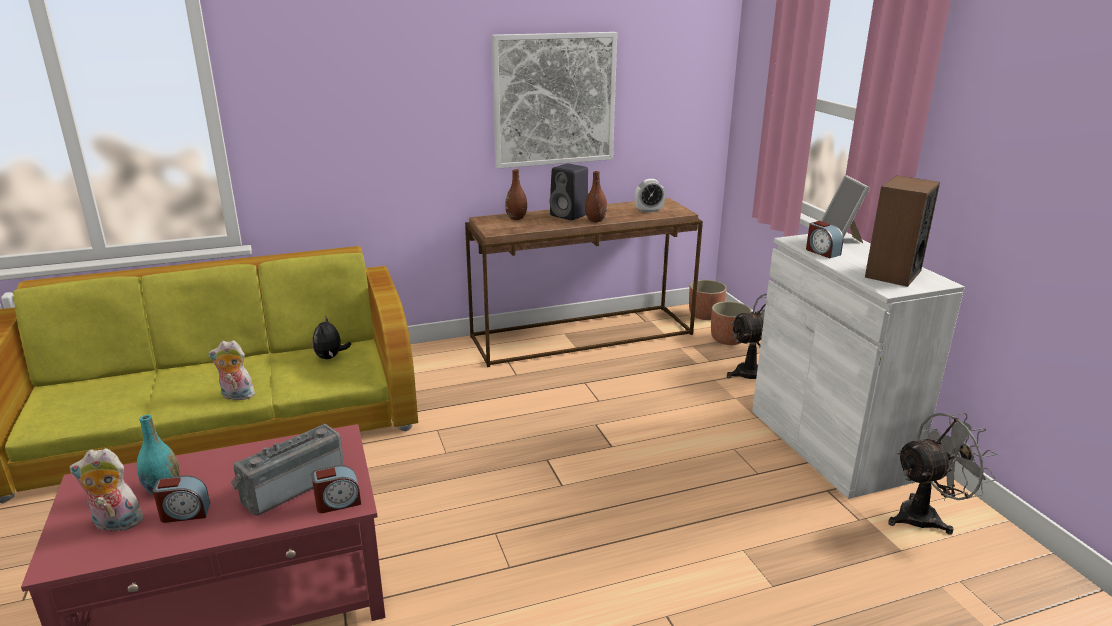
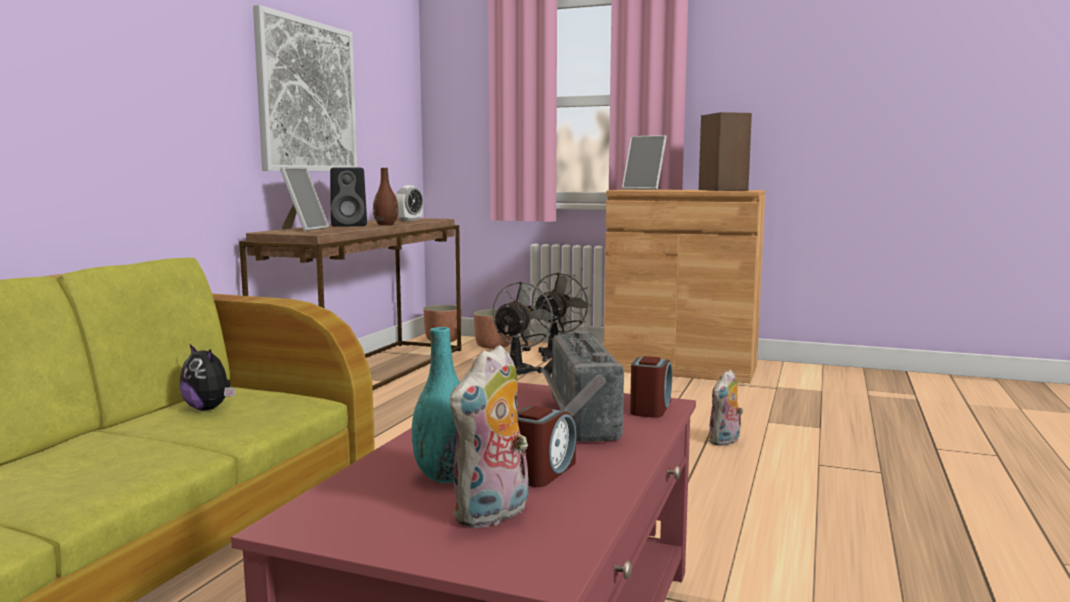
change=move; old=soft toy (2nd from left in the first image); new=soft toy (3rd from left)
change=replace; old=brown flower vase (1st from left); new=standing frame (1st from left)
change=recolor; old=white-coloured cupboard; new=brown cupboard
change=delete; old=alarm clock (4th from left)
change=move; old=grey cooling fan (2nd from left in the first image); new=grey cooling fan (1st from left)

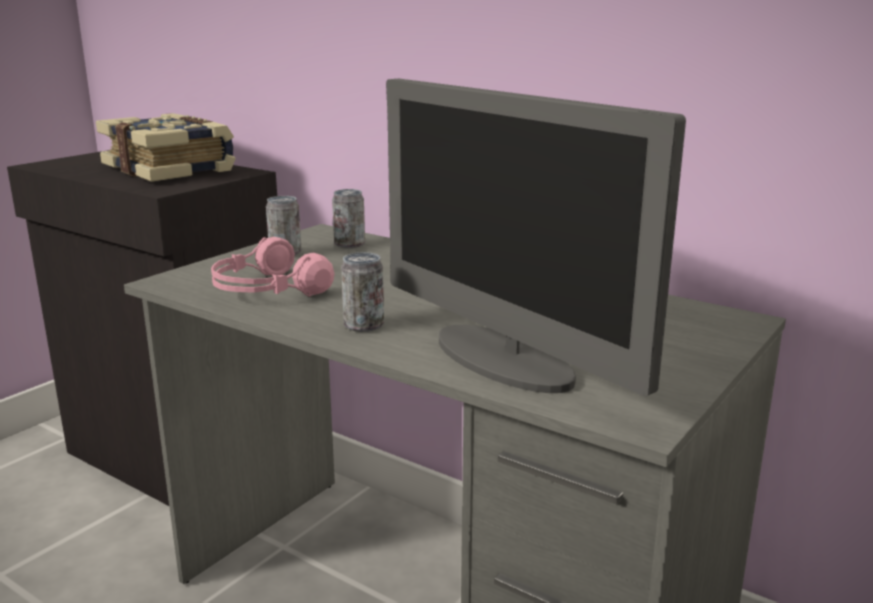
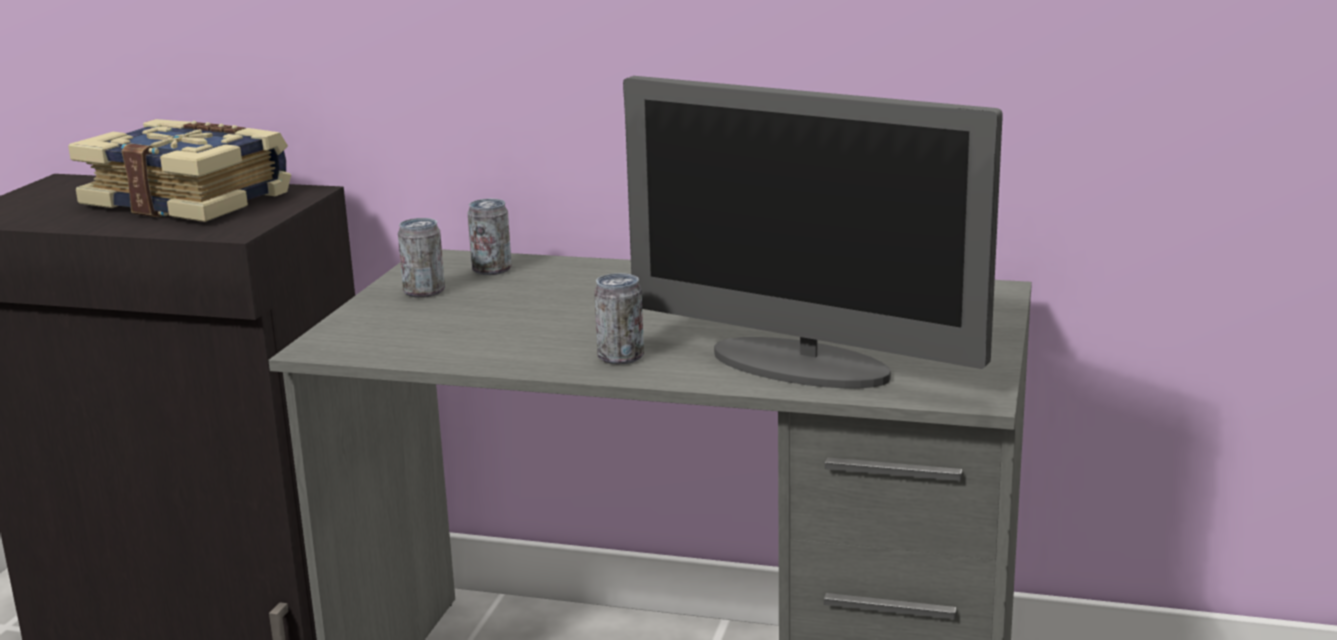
change=delete; old=pinkish headphones

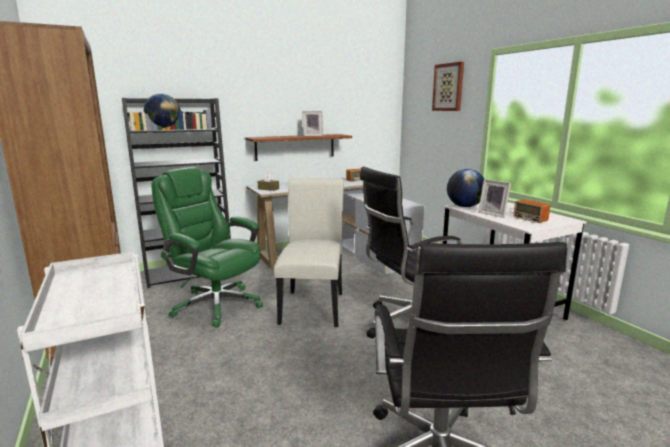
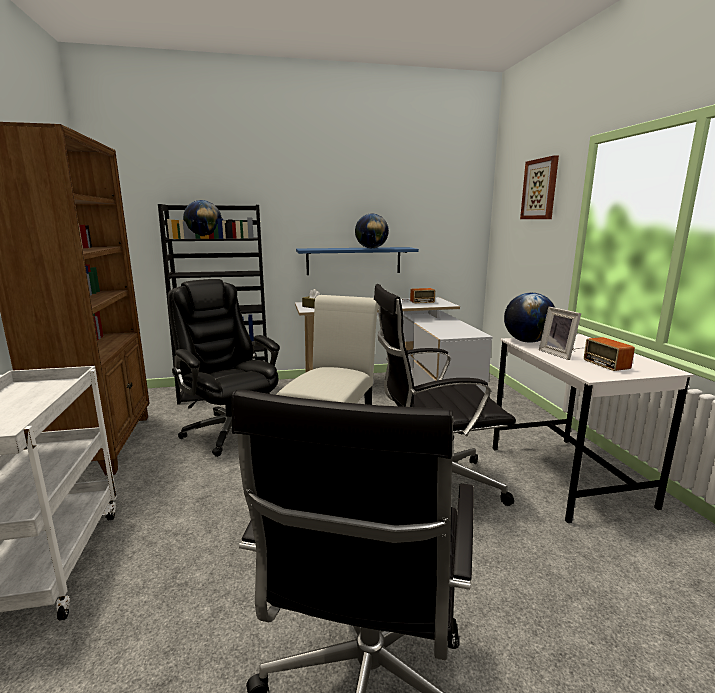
change=recolor; old=green-coloured desk chair; new=black-coloured desk chair (1st from left)
change=recolor; old=brown shelf; new=blue-coloured shelf
change=replace; old=standing frame (1st from left); new=desk globe (2nd from left)

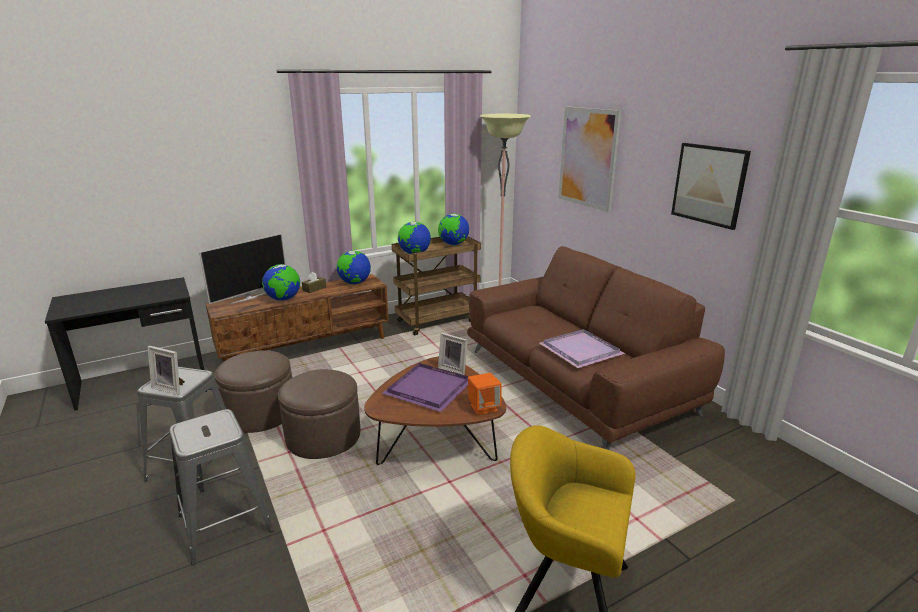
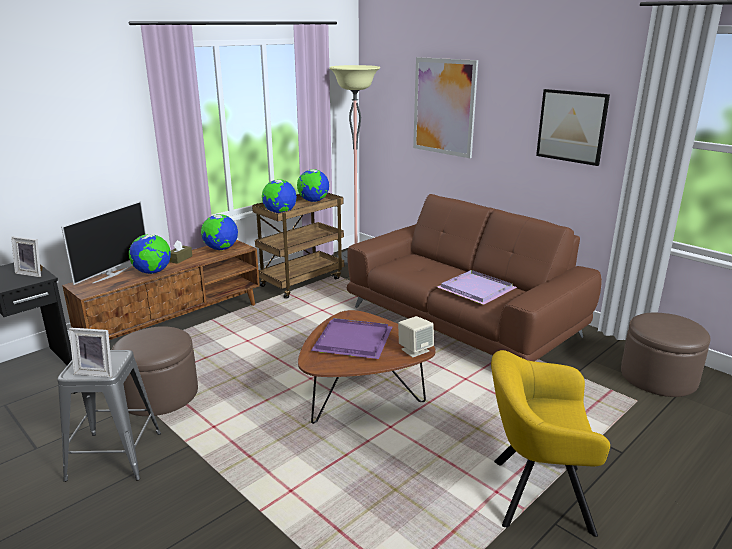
change=delete; old=grey sitting stool (2nd from left)
change=move; old=brown pouffe (2nd from left)
change=move; old=standing frame (2nd from left in the first image); new=standing frame (1st from left)
change=recolor; old=orange loudspeaker; new=sand-coloured loudspeaker

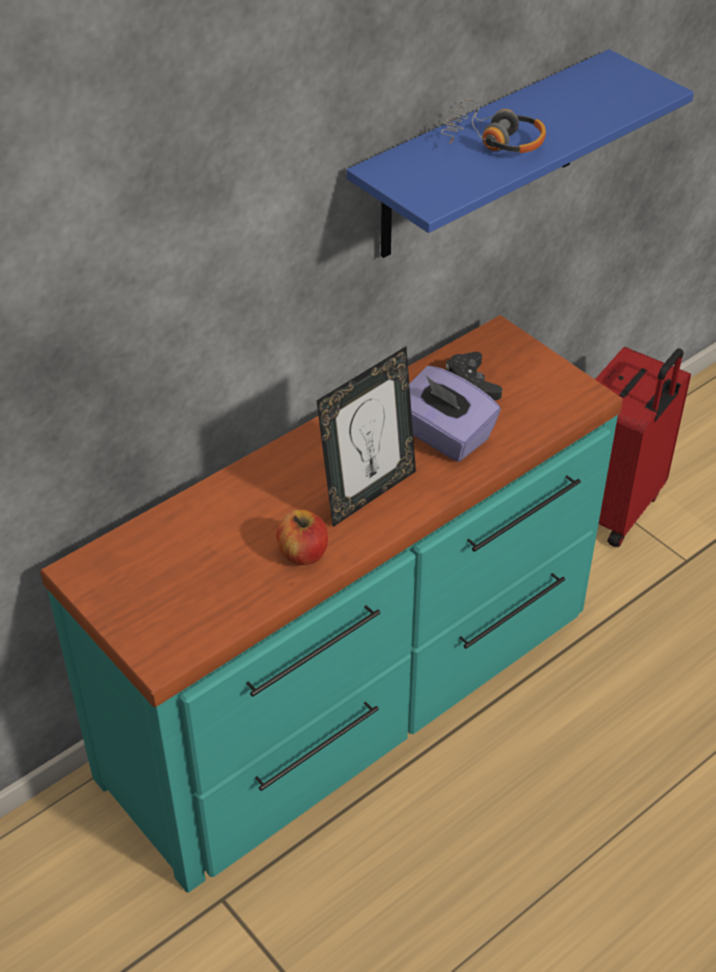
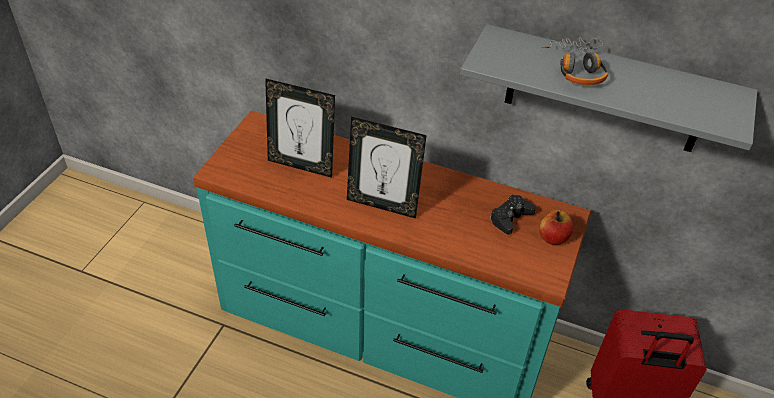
change=move; old=apple fruit
change=recolor; old=blue-coloured shelf; new=grey shelf
change=delete; old=purple tissue box
change=insert; new=standing frame (1st from left)

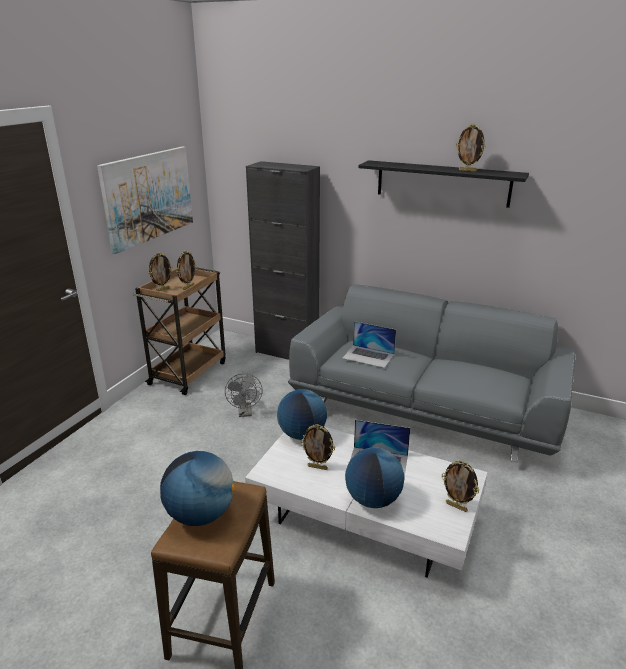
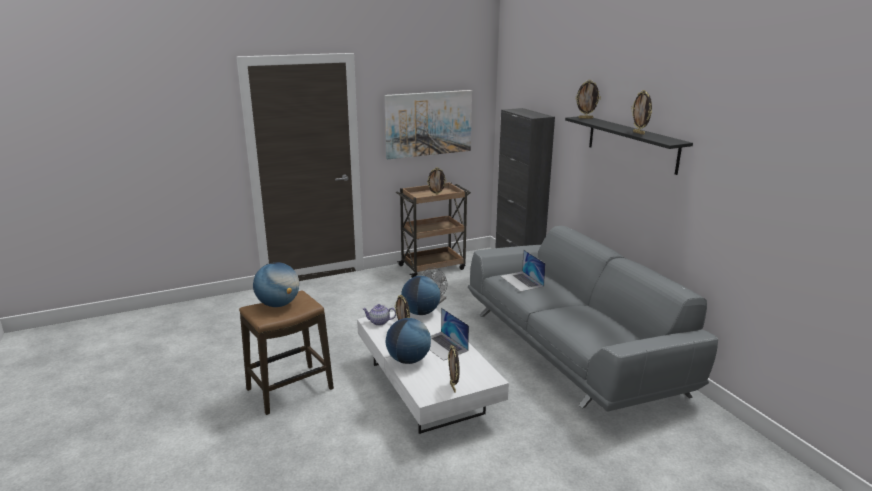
change=move; old=standing frame (1st from left in the first image); new=standing frame (4th from left)
change=insert; new=pot for tea

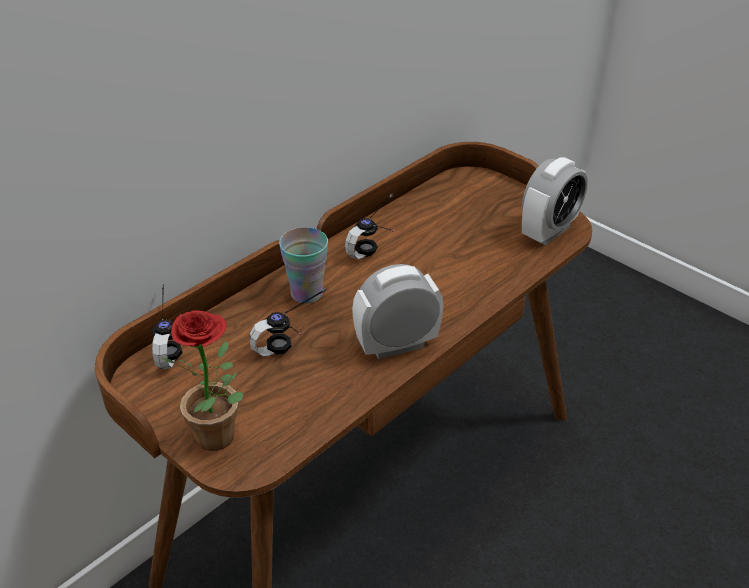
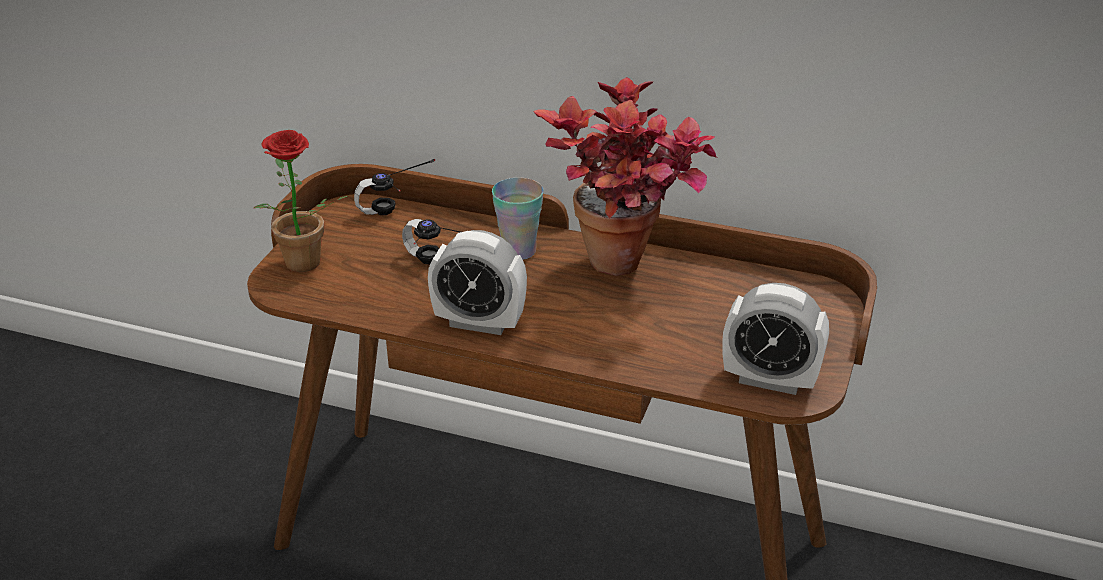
change=replace; old=headphones (3rd from left); new=plant in a pot (2nd from left)
change=rotate; old=alarm clock (1st from left); degrees=150

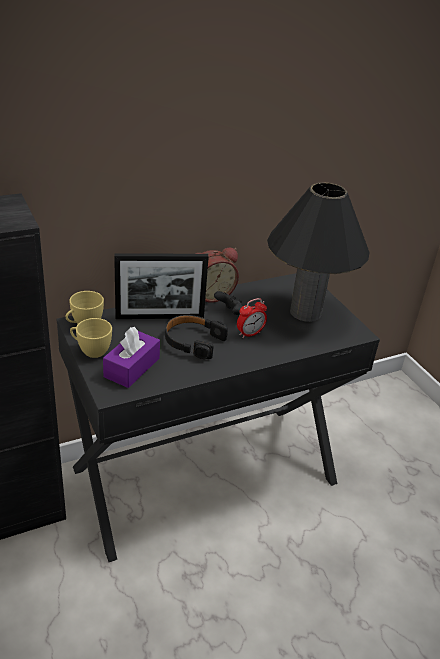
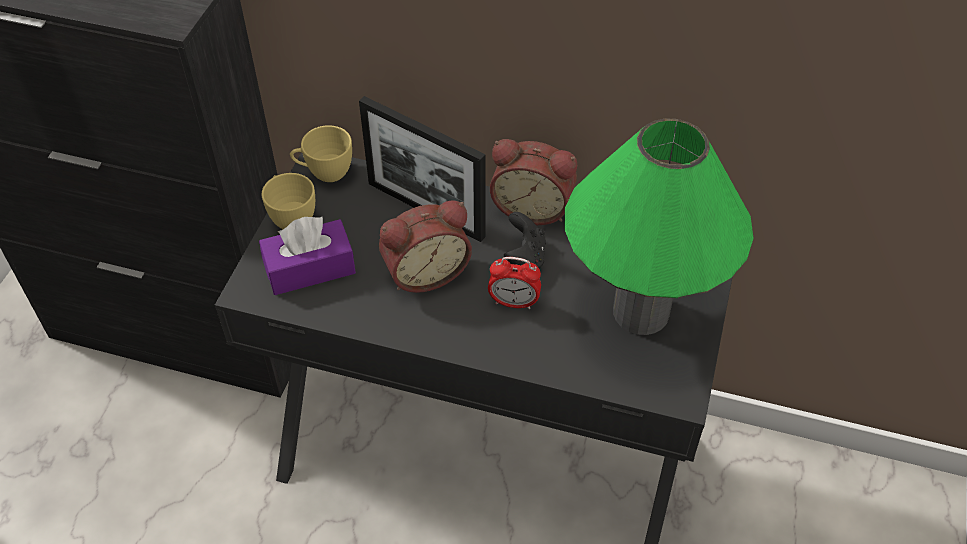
change=replace; old=black-coloured headphones; new=alarm clock (1st from left)
change=recolor; old=black-coloured tabletop lamp; new=green-coloured tabletop lamp

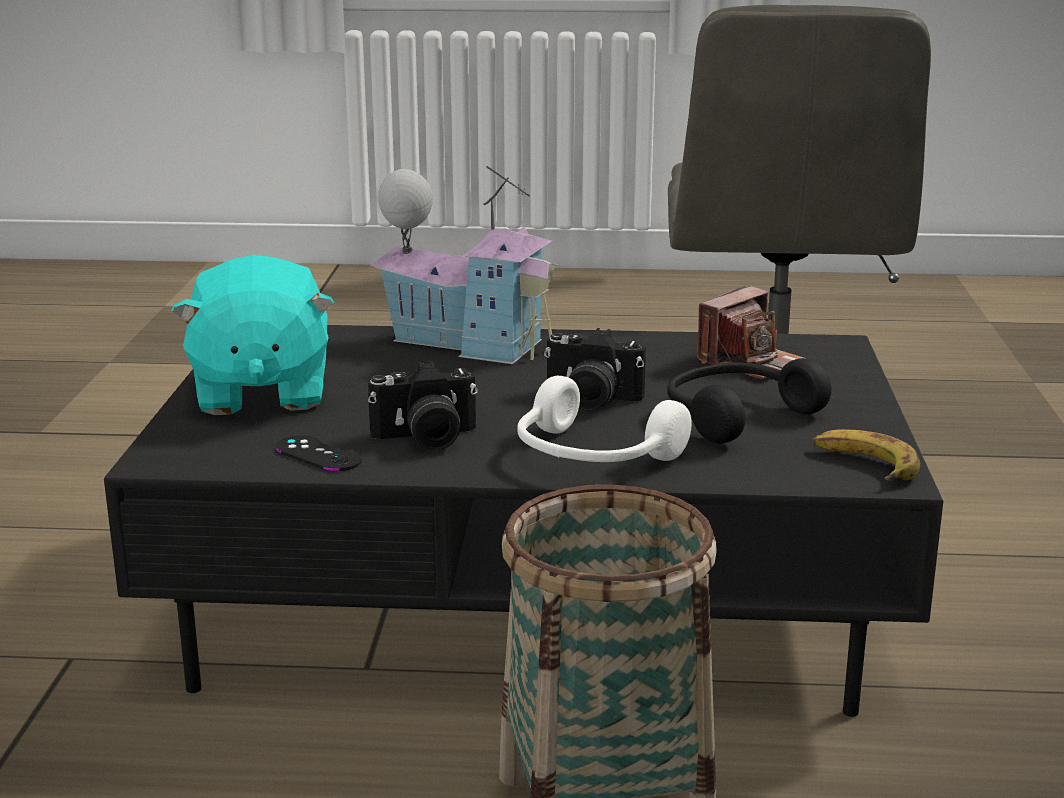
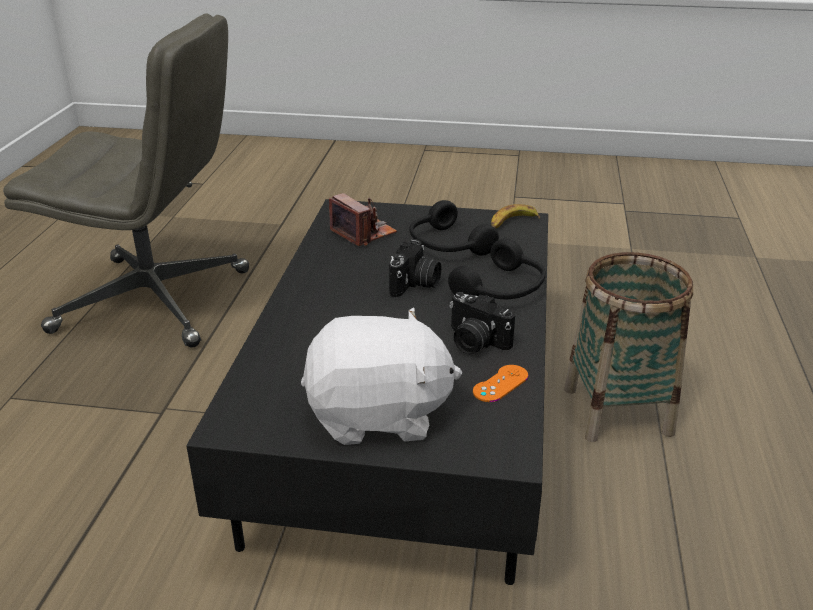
change=recolor; old=turquoise soft toy; new=white-coloured soft toy
change=recolor; old=black-coloured joypad; new=orange joypad
change=rotate; old=photo camera (1st from left in the first image); degrees=135
change=delete; old=miniature house
change=recolor; old=white-coloured headphones; new=black-coloured headphones (2nd from left)

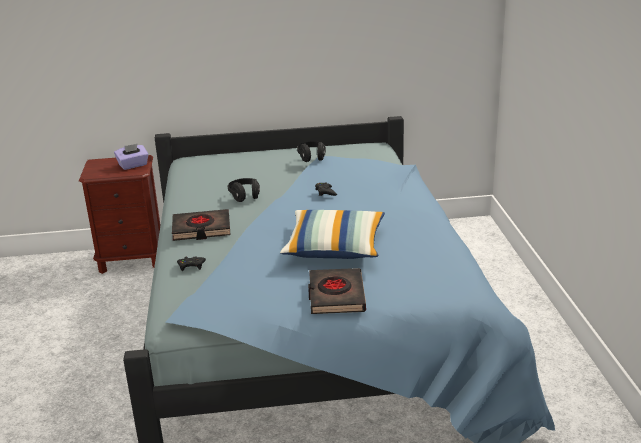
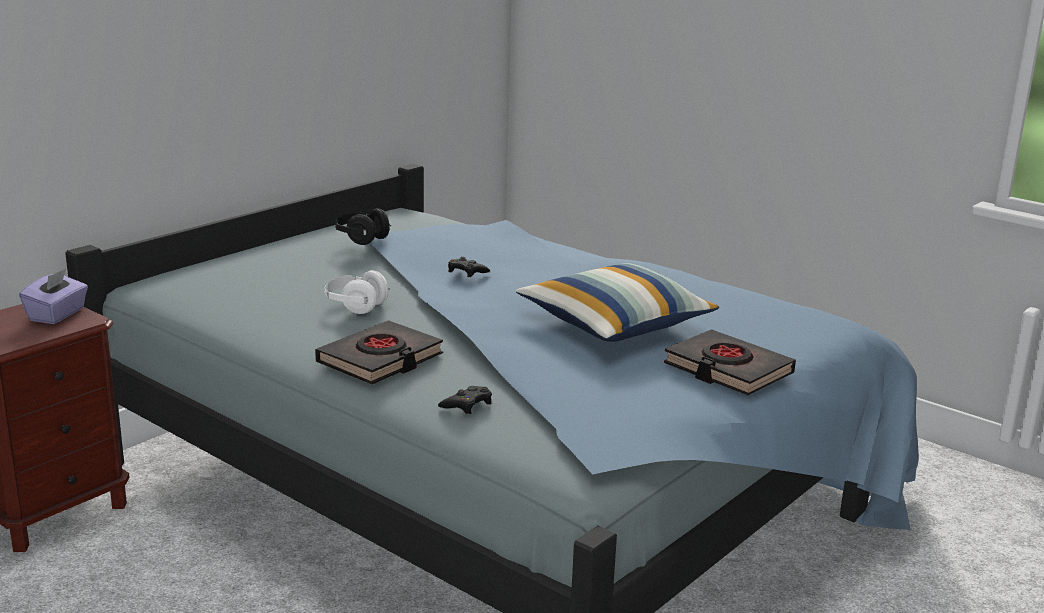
change=recolor; old=black-coloured headphones (1st from left); new=white-coloured headphones

